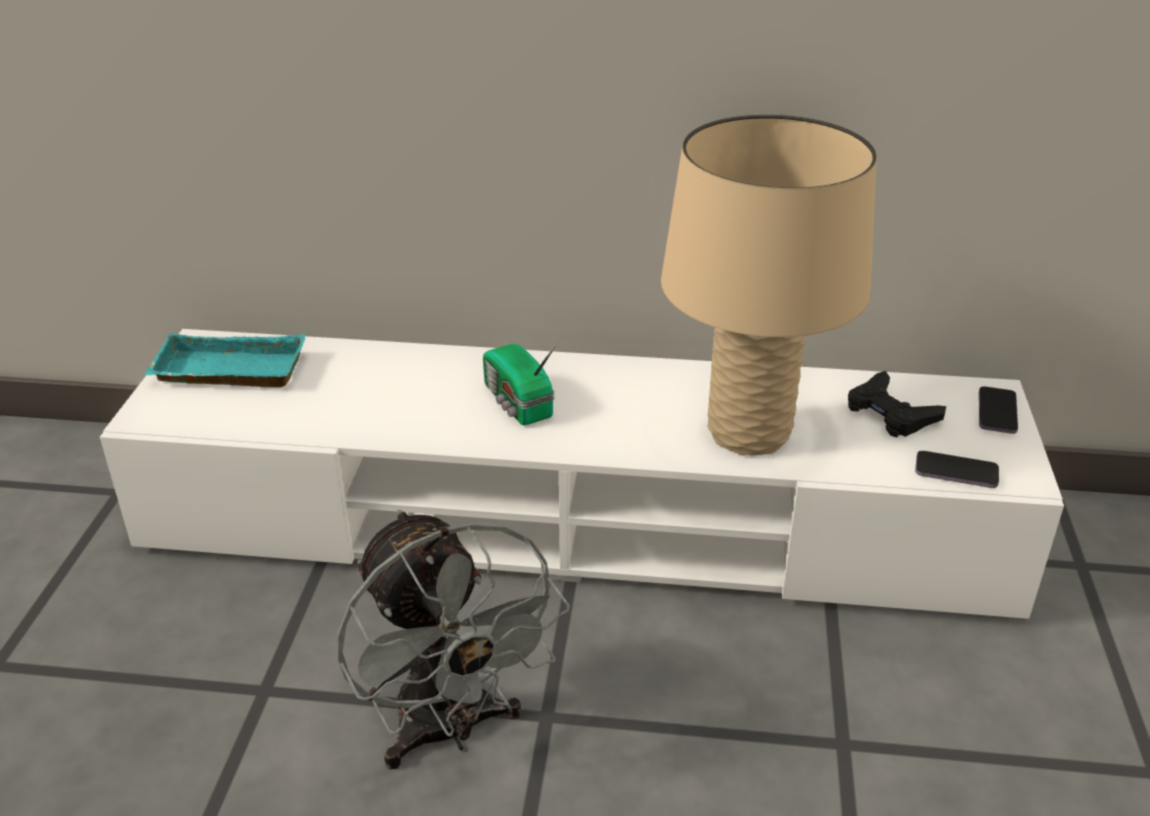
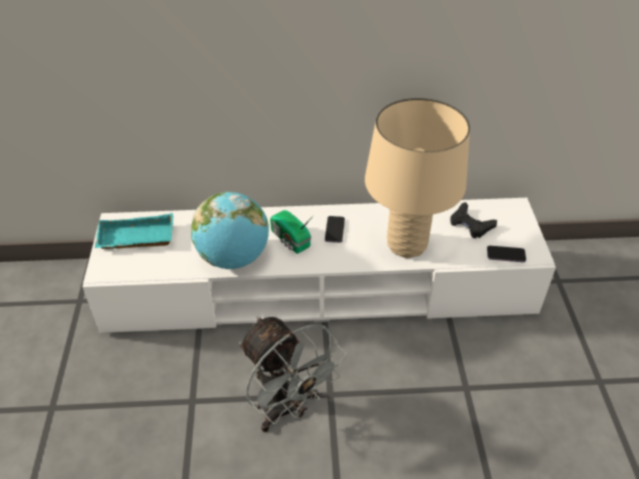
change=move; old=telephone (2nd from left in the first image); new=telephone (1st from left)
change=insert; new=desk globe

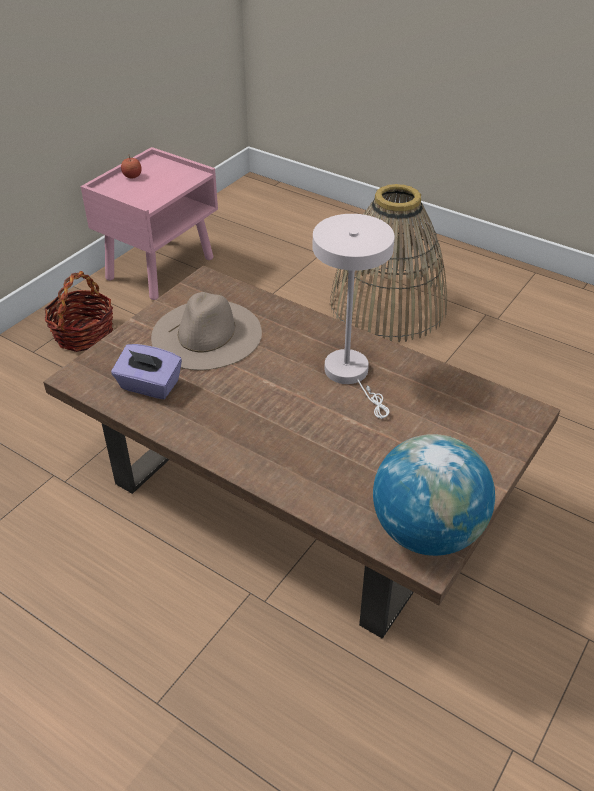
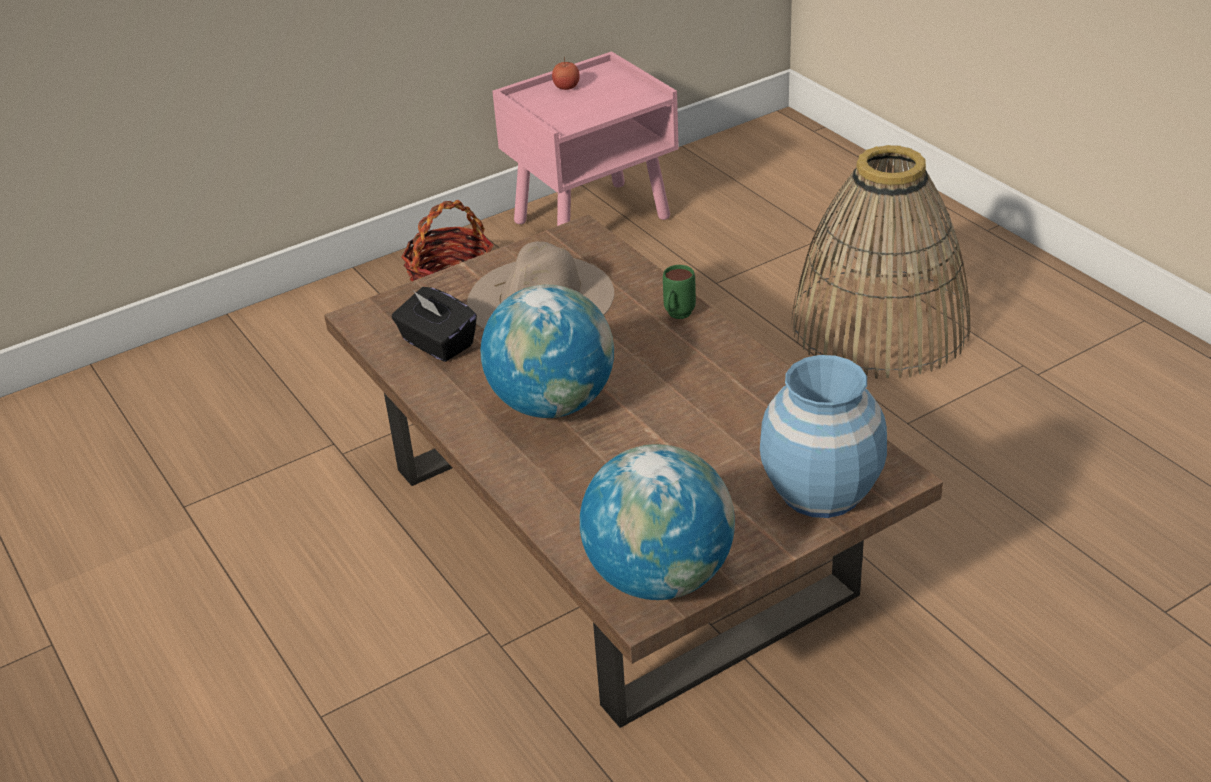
change=recolor; old=purple tissue box; new=black-coloured tissue box
change=delete; old=white-coloured tabletop lamp
change=insert; new=desk globe (1st from left)
change=insert; new=green-coloured tea mug
change=insert; new=blue-coloured flower vase

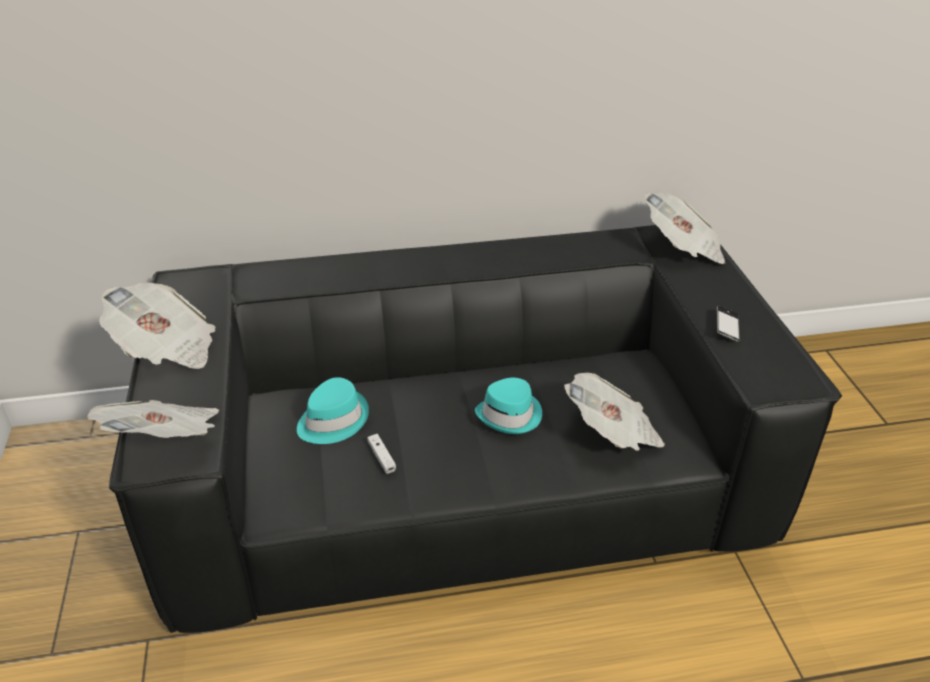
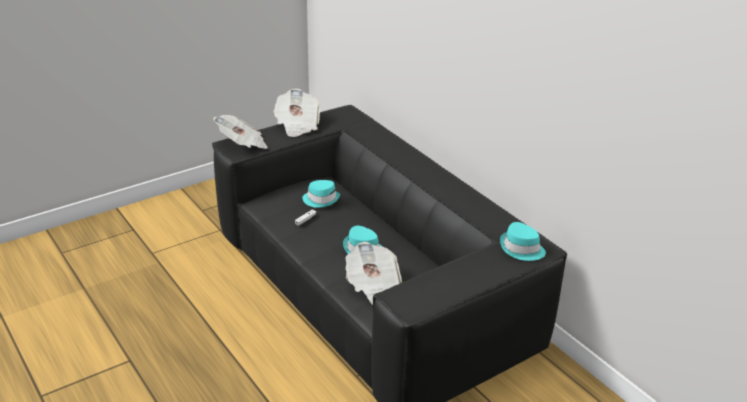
change=replace; old=printed paper (4th from left); new=turquoise hat (3rd from left)
change=delete; old=telephone

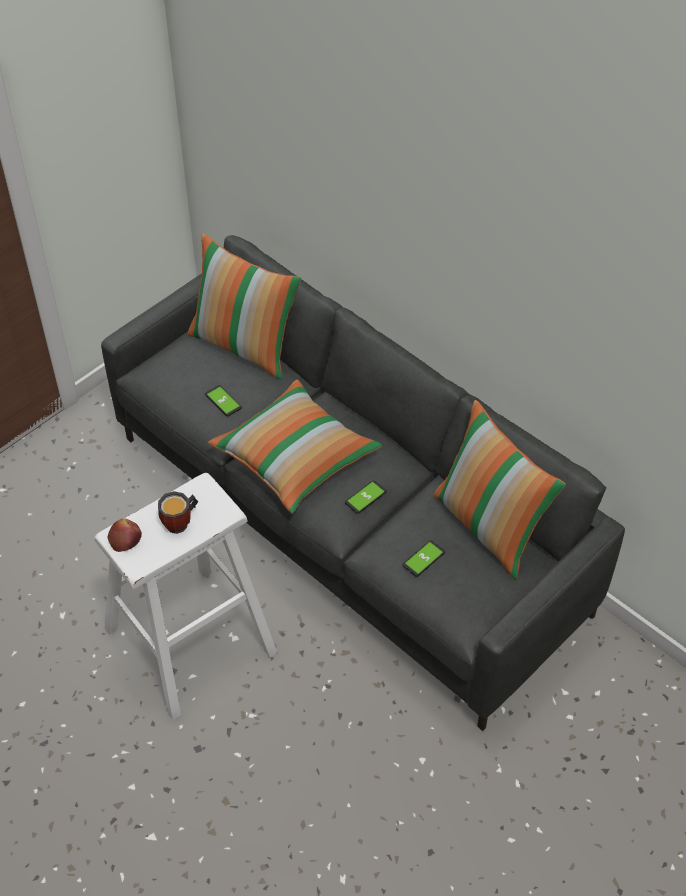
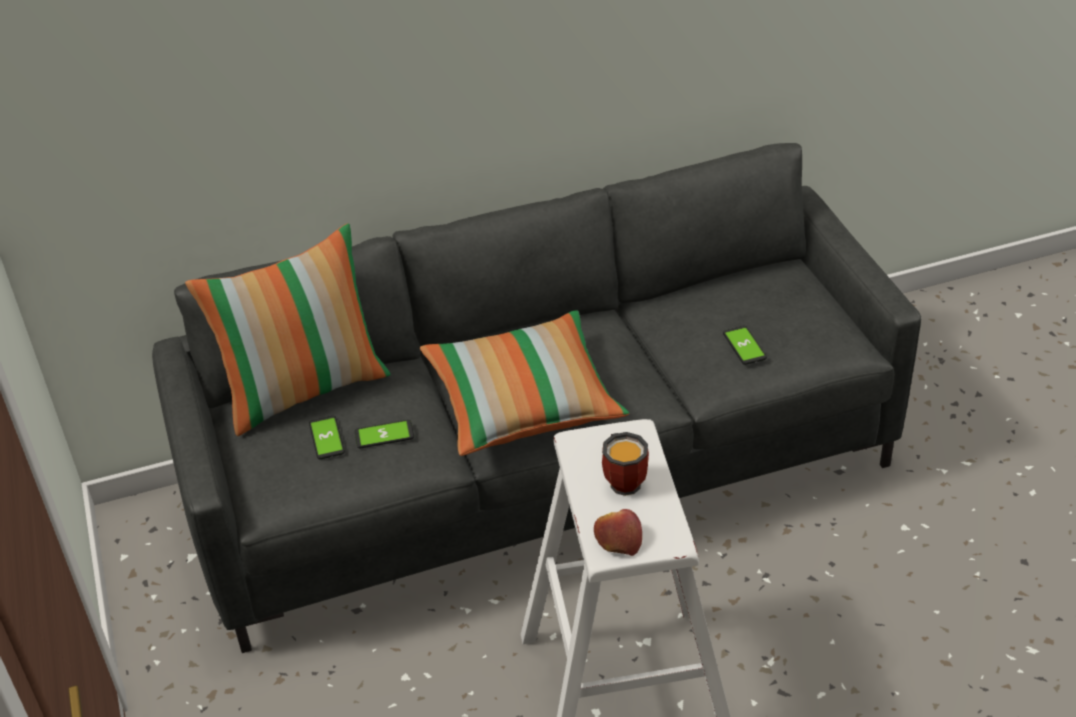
change=move; old=telephone (2nd from left in the first image); new=telephone (1st from left)
change=delete; old=pillow (3rd from left)

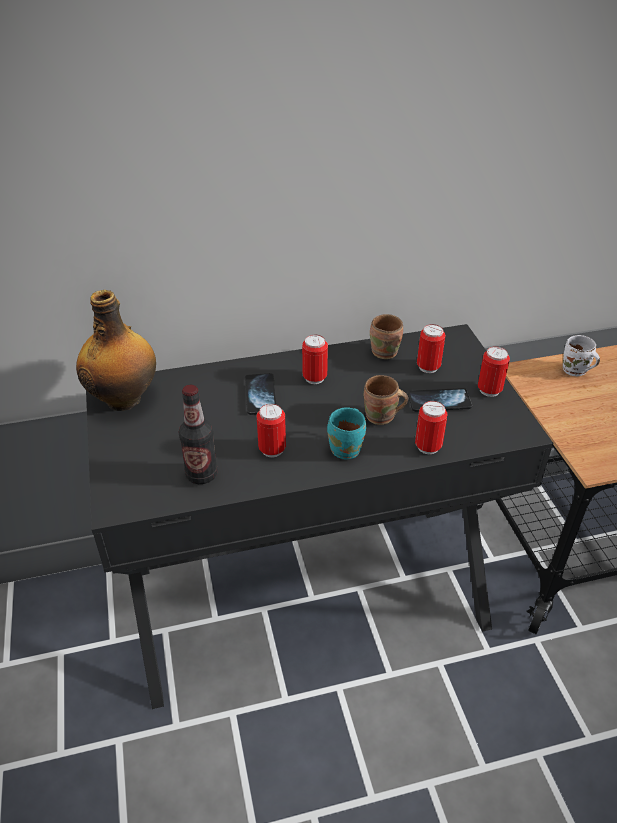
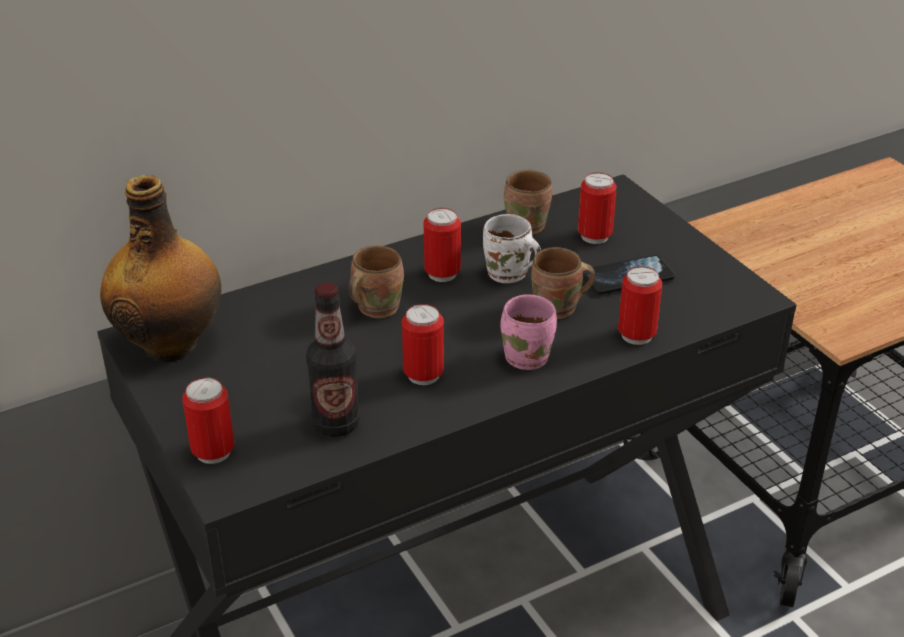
change=replace; old=telephone (1st from left); new=brown tea mug (1st from left)
change=recolor; old=turquoise tea mug; new=pinkish tea mug
change=move; old=metal can (5th from left in the first image); new=metal can (1st from left)
change=move; old=white-coloured tea mug

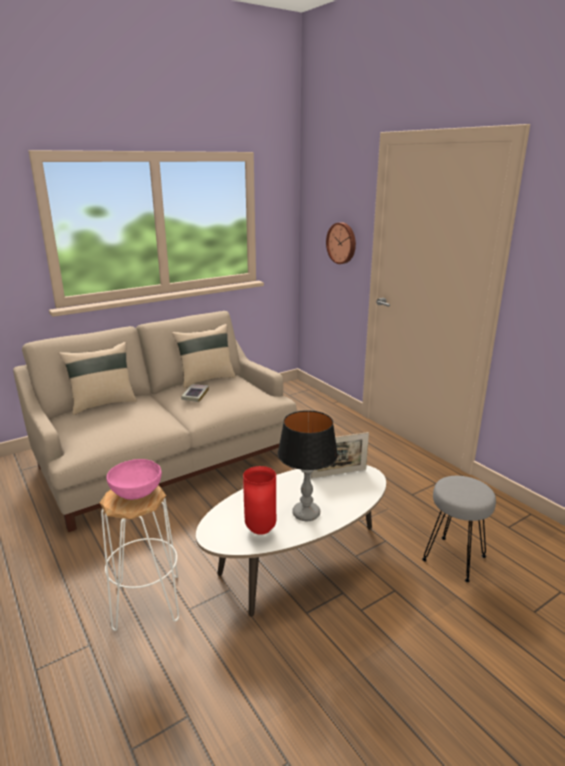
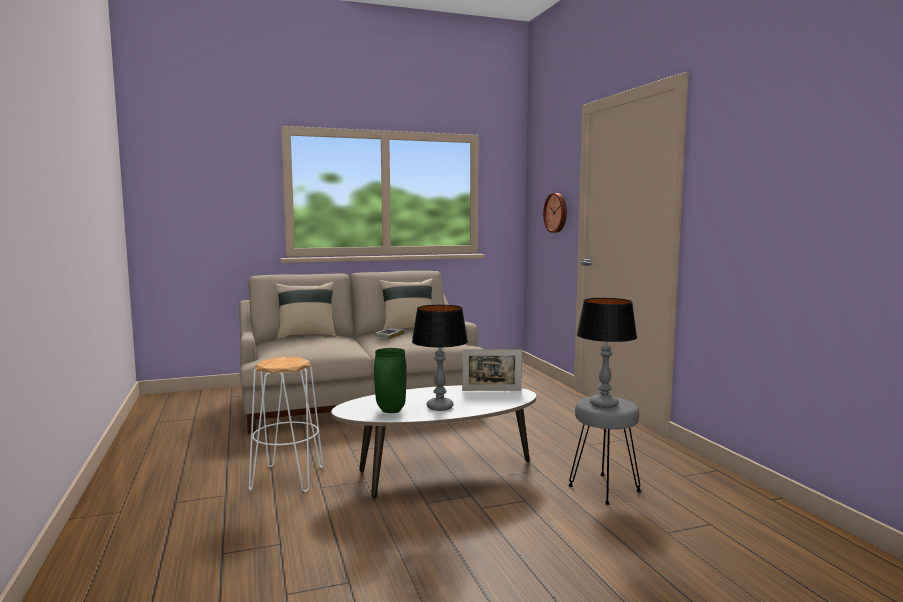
change=delete; old=pinkish bowl
change=recolor; old=reddish flower vase; new=green-coloured flower vase
change=insert; new=tabletop lamp (2nd from left)

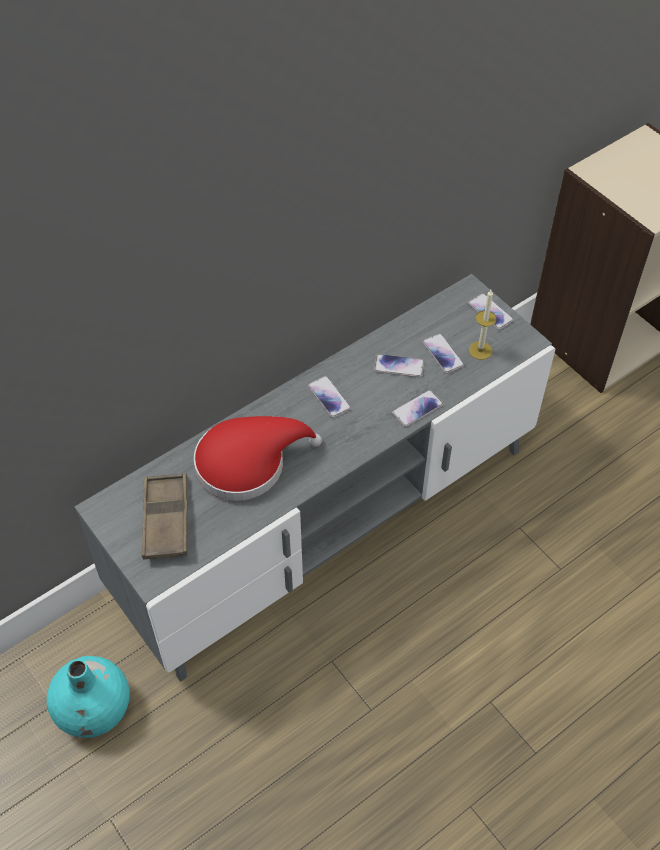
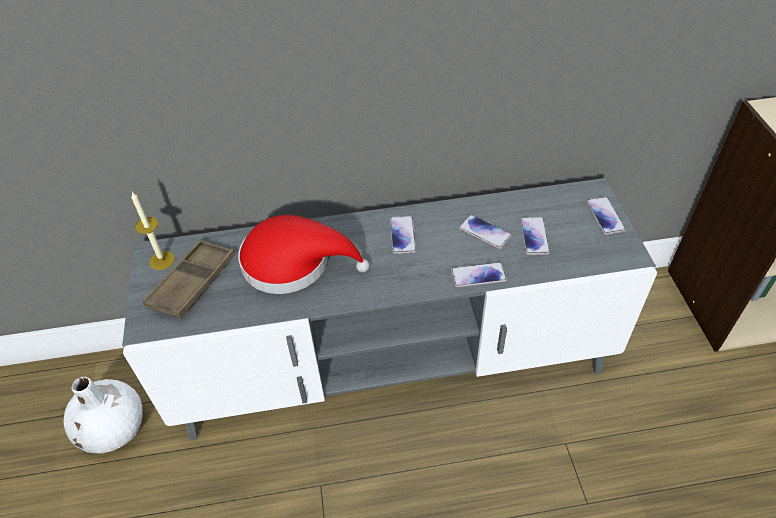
change=recolor; old=turquoise flower vase; new=white-coloured flower vase
change=move; old=candle

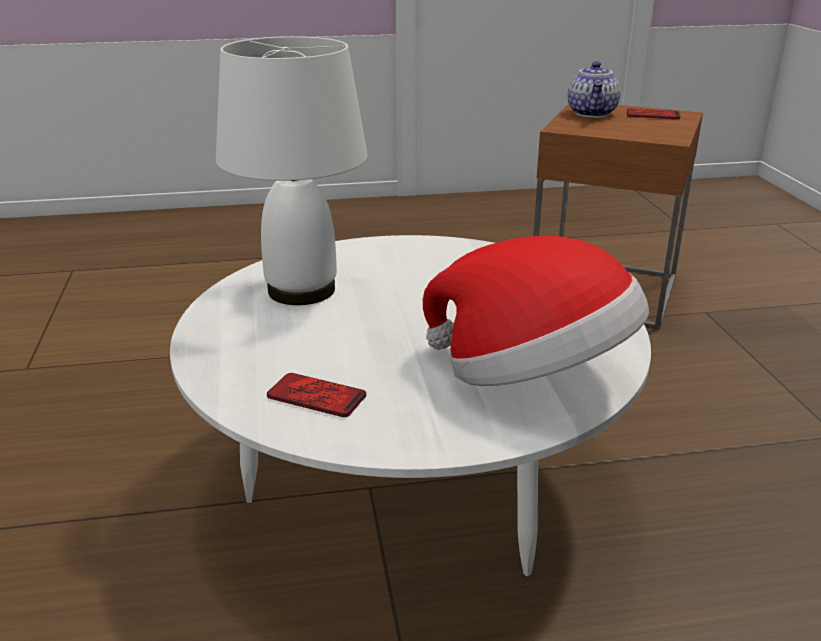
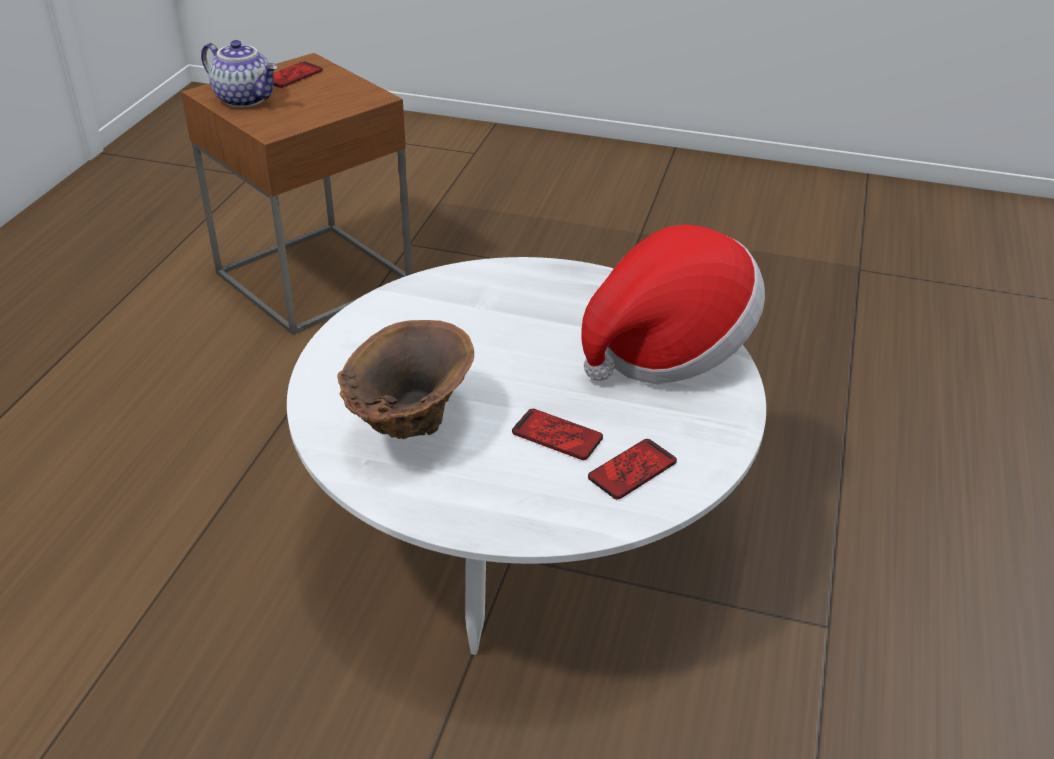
change=replace; old=white-coloured tabletop lamp; new=brown flower vase
change=insert; new=telephone (2nd from left)

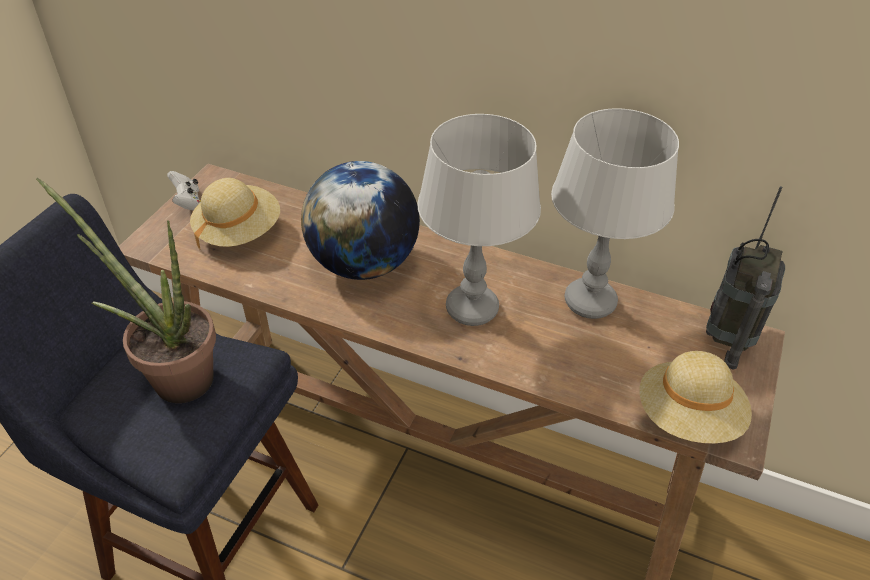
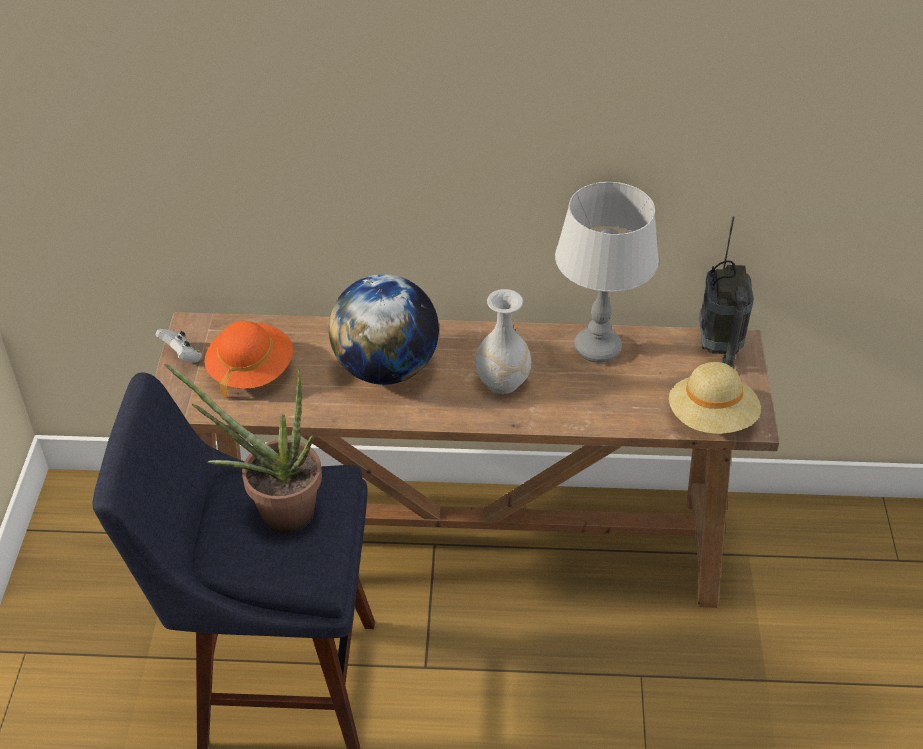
change=recolor; old=sand-coloured hat (1st from left); new=orange hat
change=replace; old=grey tabletop lamp (1st from left); new=white-coloured flower vase

